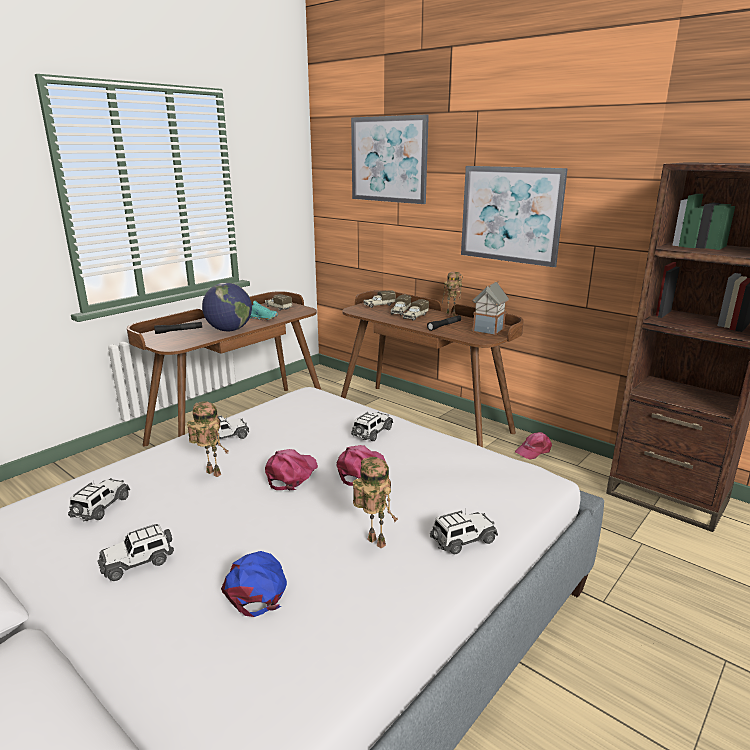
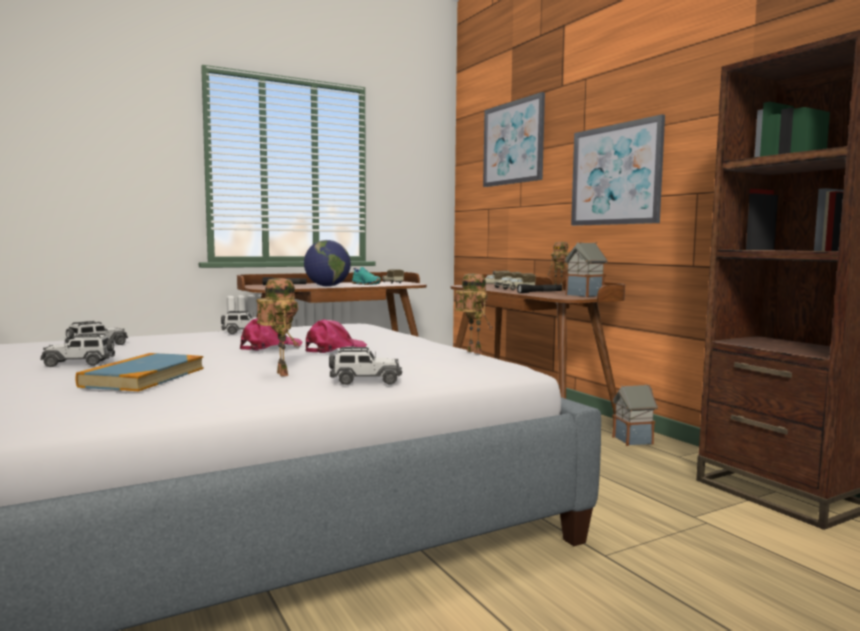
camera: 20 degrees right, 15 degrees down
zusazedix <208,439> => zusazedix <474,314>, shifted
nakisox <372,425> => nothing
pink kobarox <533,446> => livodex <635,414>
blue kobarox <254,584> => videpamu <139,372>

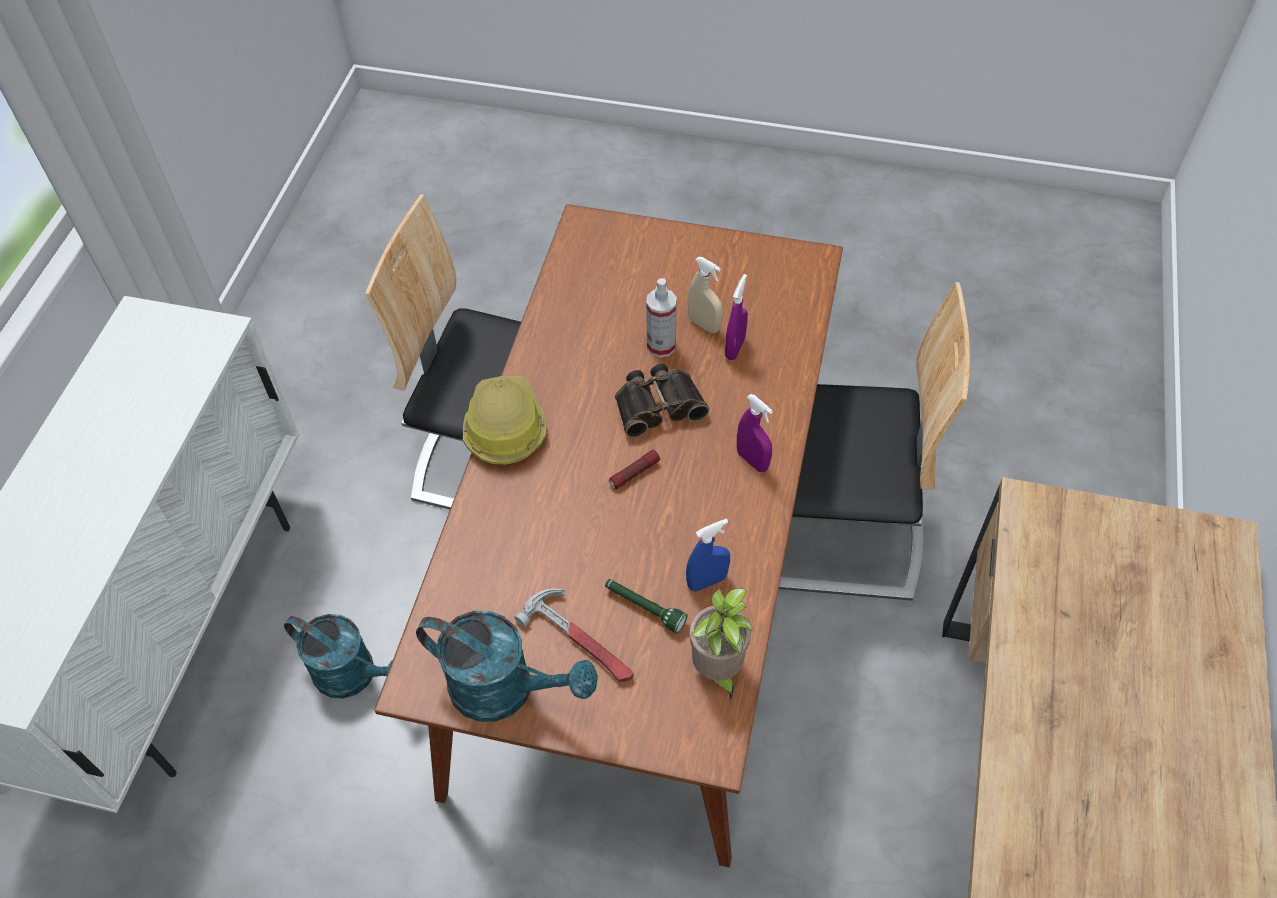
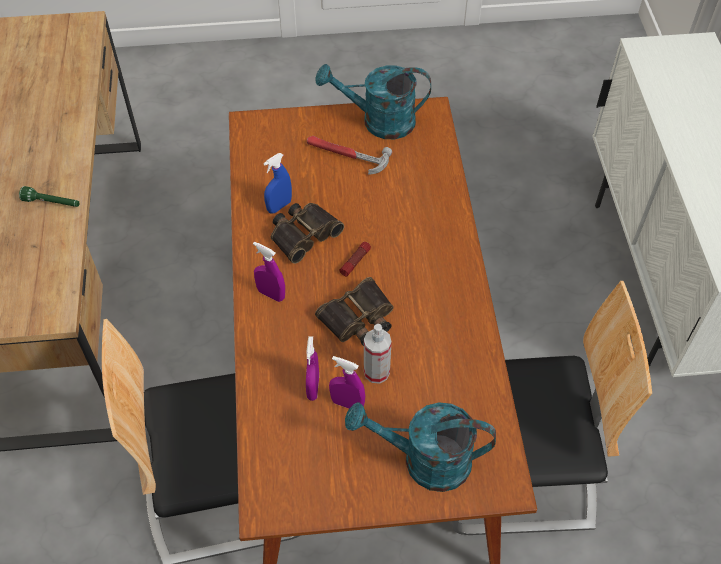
camera: 160 degrees right, 0 degrees up
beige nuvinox <705,295> => purple nuvinox <347,382>
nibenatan <505,420> => nothing
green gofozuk <646,606> => green gofozuk <49,196>, shifted
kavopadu <721,644> => nothing
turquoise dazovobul <338,656> => turquoise dazovobul <420,447>, shifted
nothing => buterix <307,233>

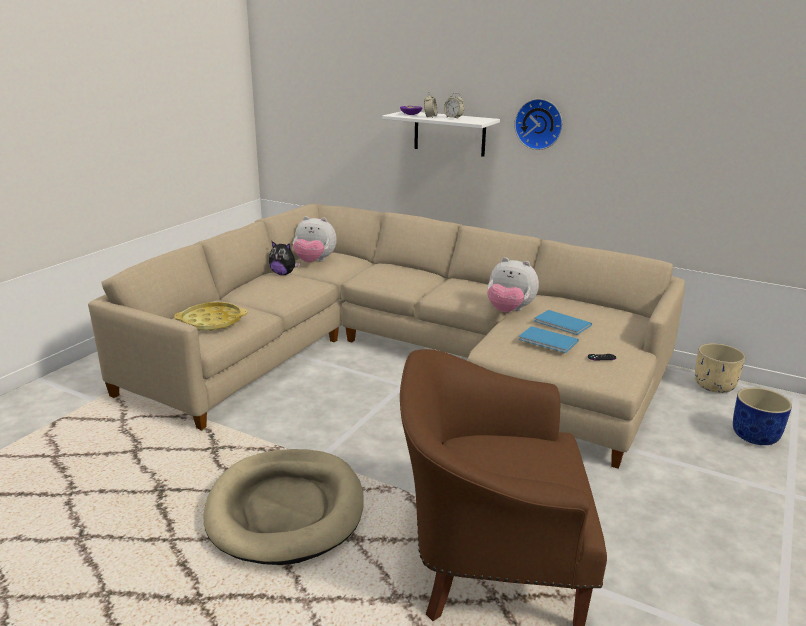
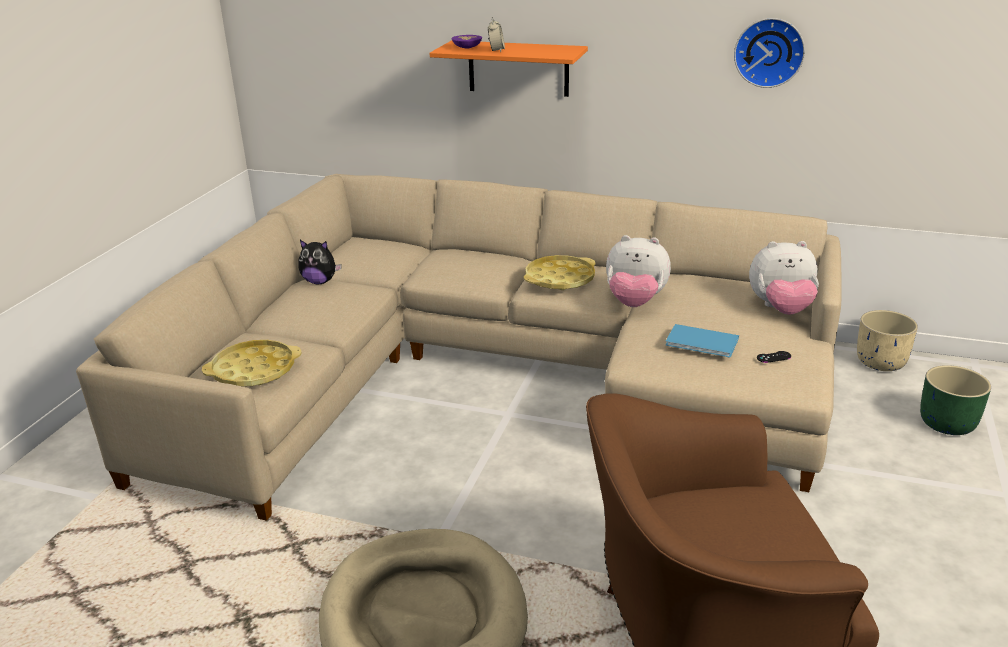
camera: 10 degrees left, 5 degrees up
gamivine <454,106> => nothing
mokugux <538,124> => mokugux <769,53>, shifted
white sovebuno <441,134> => orange sovebuno <508,68>
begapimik <315,239> => begapimik <784,278>, shifted
blue videpamu <563,322> => nothing
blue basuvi <762,416> => green basuvi <955,400>
nothing => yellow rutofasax <559,272>

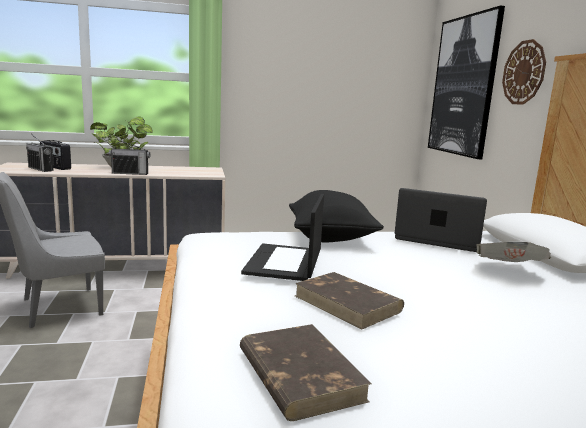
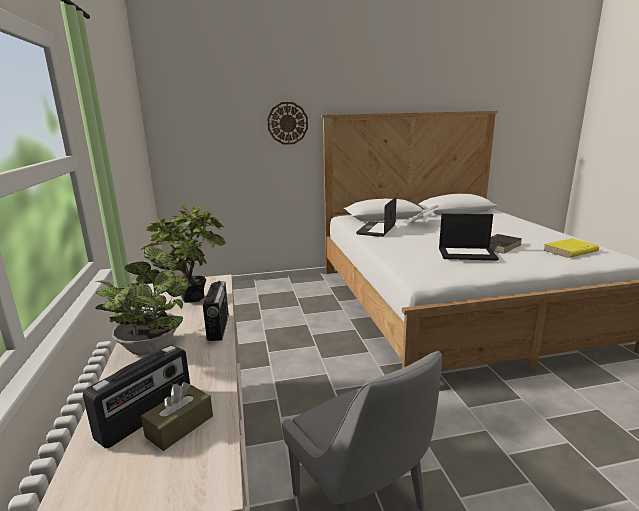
camera: 90 degrees left, 5 degrees up
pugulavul <466,82> => nothing
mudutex <39,153> => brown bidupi <177,416>
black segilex <336,216> => nothing
brown videpamu <306,372> => yellow videpamu <571,248>
nothing => kavopadu <183,253>

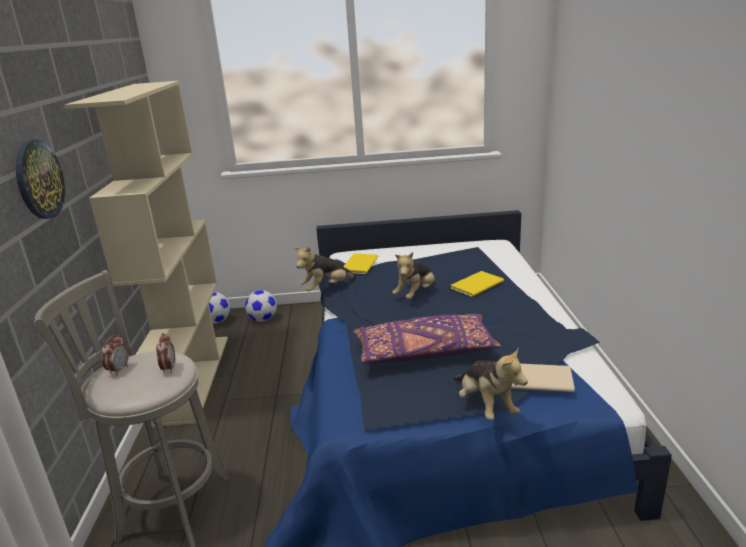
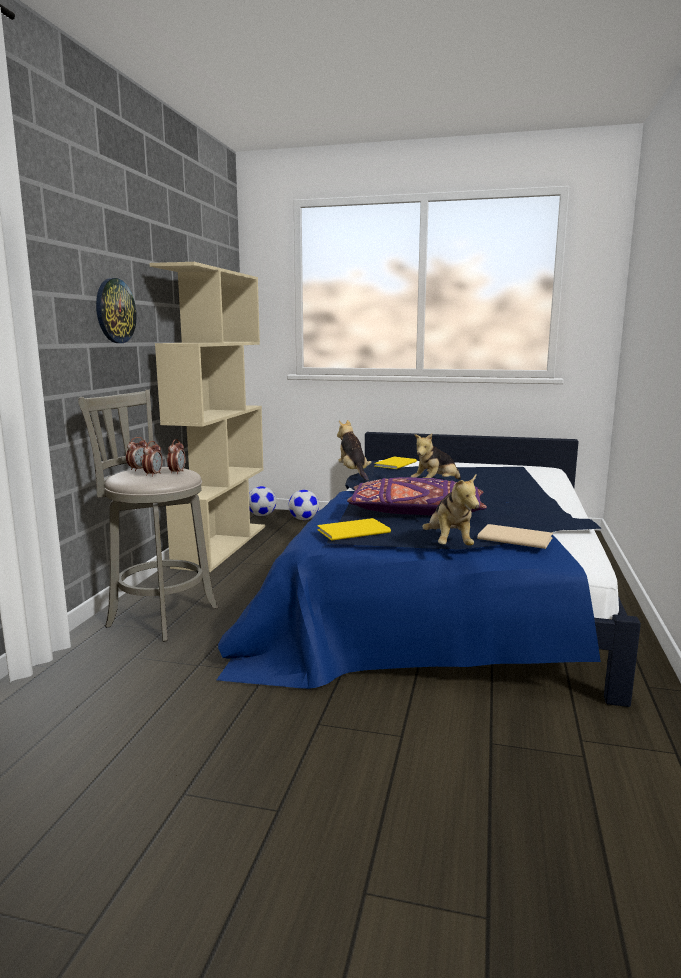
camera: 15 degrees right, 10 degrees down
begapimik <325,269> => begapimik <354,450>, 90 degrees clockwise
yellow videpamu <477,284> => yellow videpamu <354,529>, shifted
nothing => gamivine <152,459>

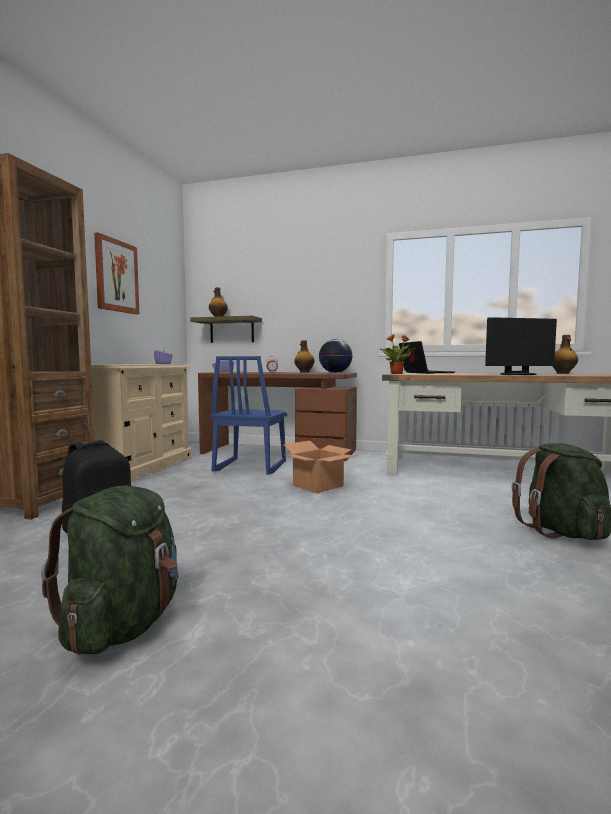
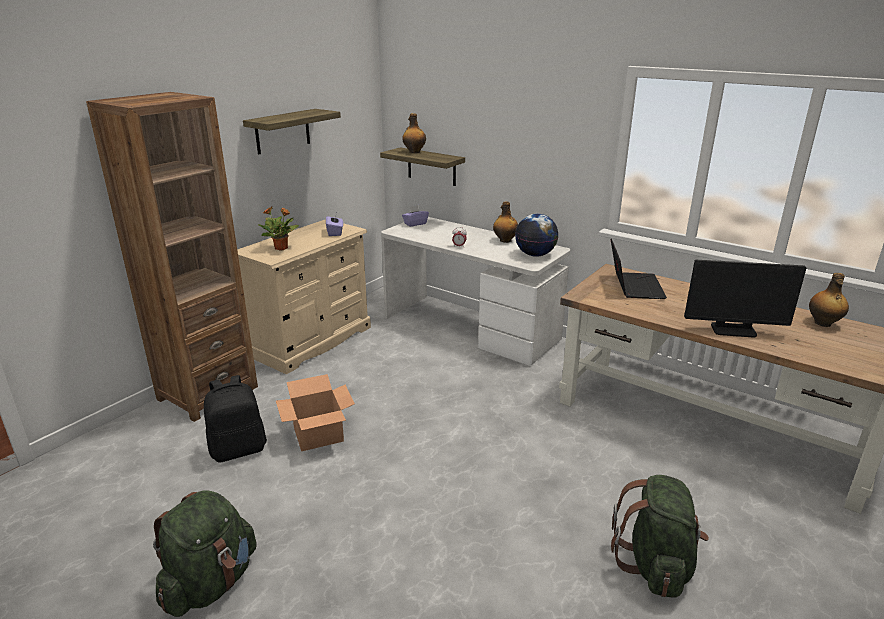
camera: 20 degrees right, 20 degrees up
pugulavul <116,273> => sovebuno <292,132>
kavopadu <398,354> => kavopadu <278,228>, shifted
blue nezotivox <248,415> => nothing
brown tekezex <277,416> => white tekezex <475,291>
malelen <319,466> => malelen <315,412>, shifted

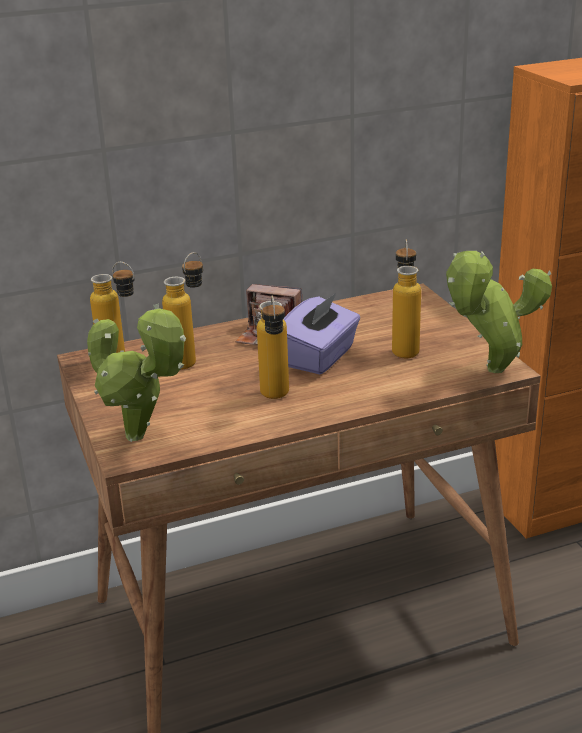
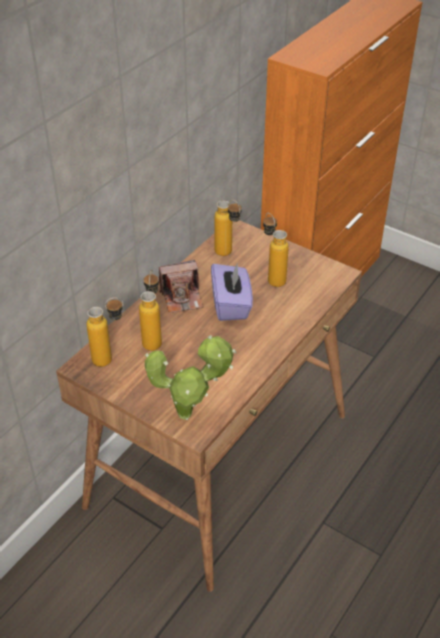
camera: 35 degrees left, 15 degrees up
kavopadu <499,312> => nothing
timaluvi <273,347> => timaluvi <228,228>, shifted

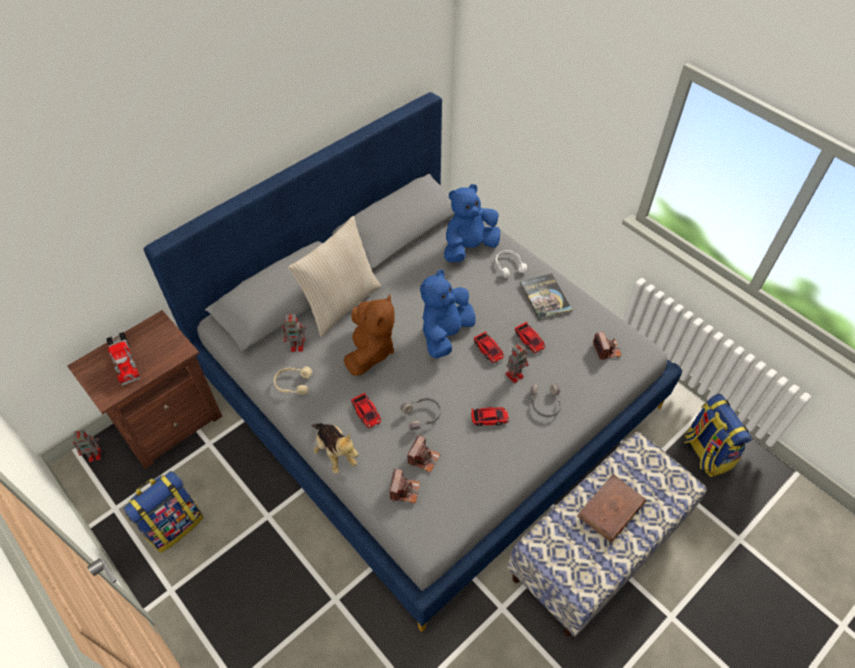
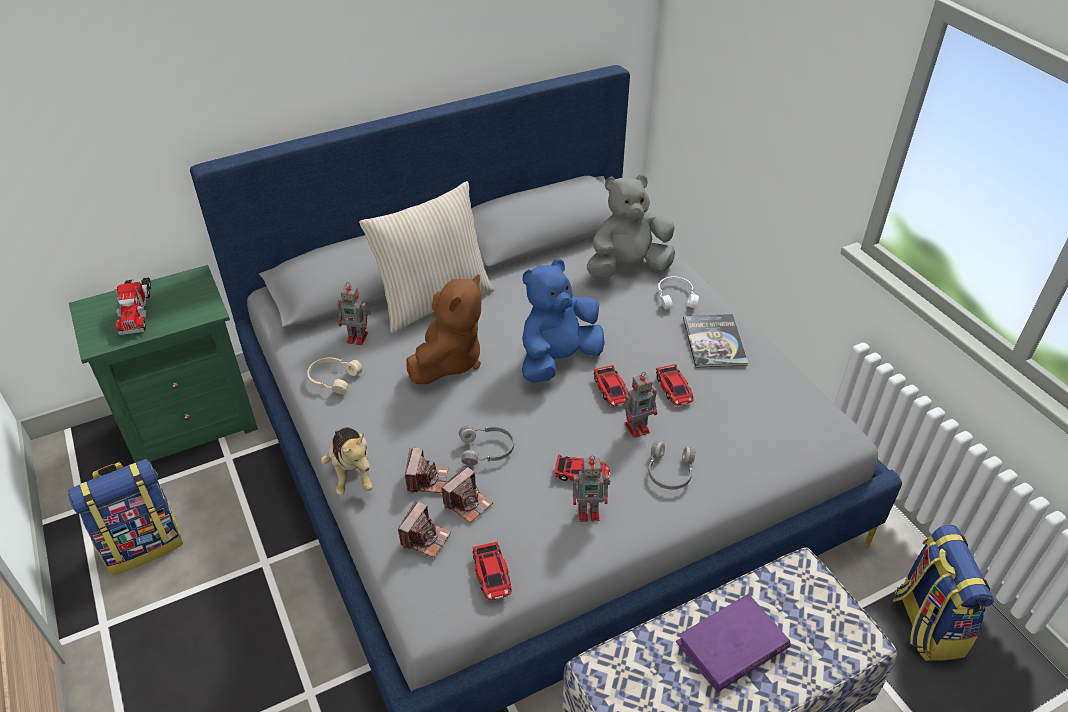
camera: 15 degrees right, 10 degrees down
blue begapimik <472,223> => grey begapimik <631,226>
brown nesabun <144,389> => green nesabun <163,365>
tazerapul <607,346> => tazerapul <427,470>, shifted
nakisox <366,410> => nakisox <492,571>, shifted
zusazedix <87,446> => zusazedix <592,488>, shifted
brown videpamu <611,508> => purple videpamu <733,643>

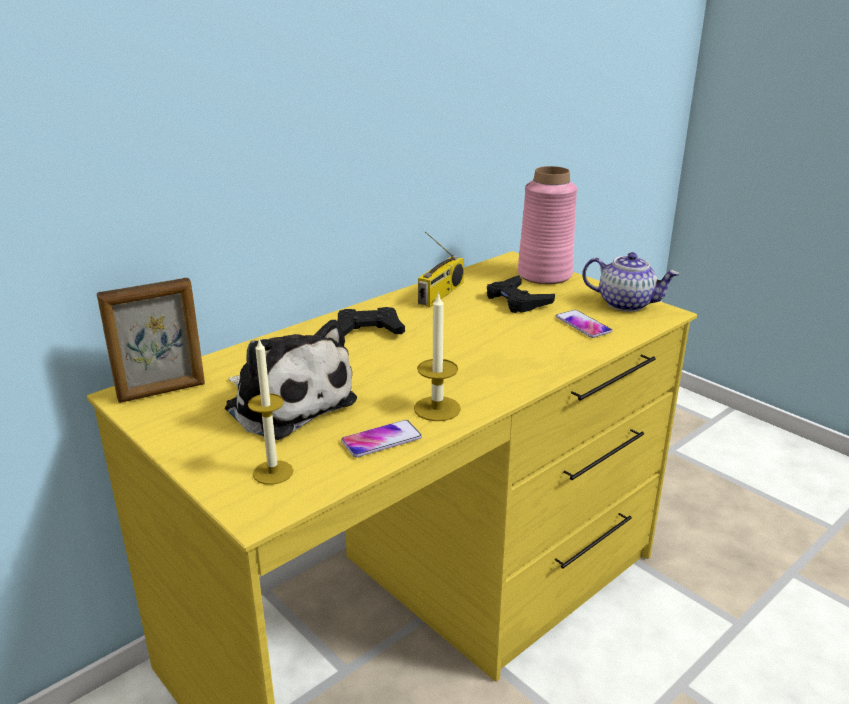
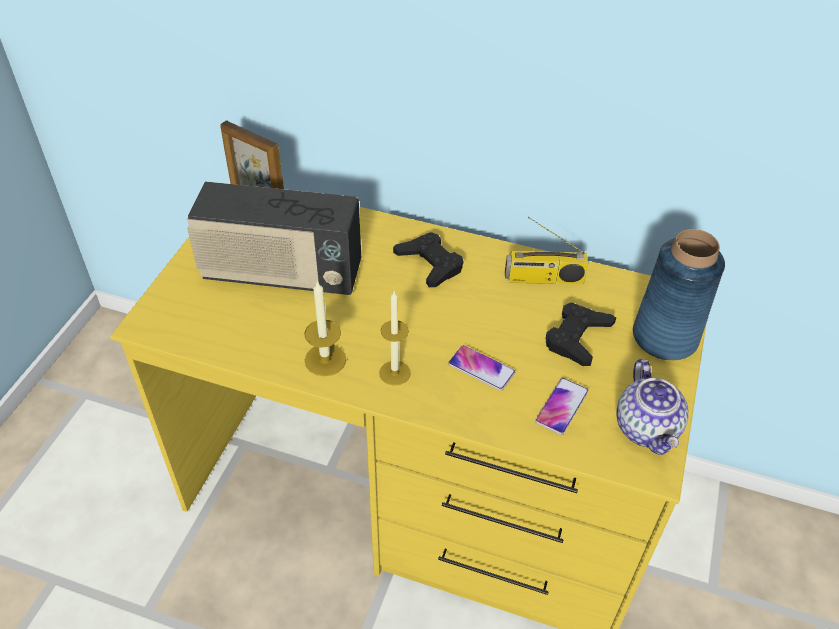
camera: 60 degrees right, 20 degrees up
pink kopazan <547,225> => blue kopazan <679,294>
begapimik <291,380> => mudutex <274,238>
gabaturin <270,412> => gabaturin <395,338>, shifted
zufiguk <381,439> => zufiguk <481,368>, shifted

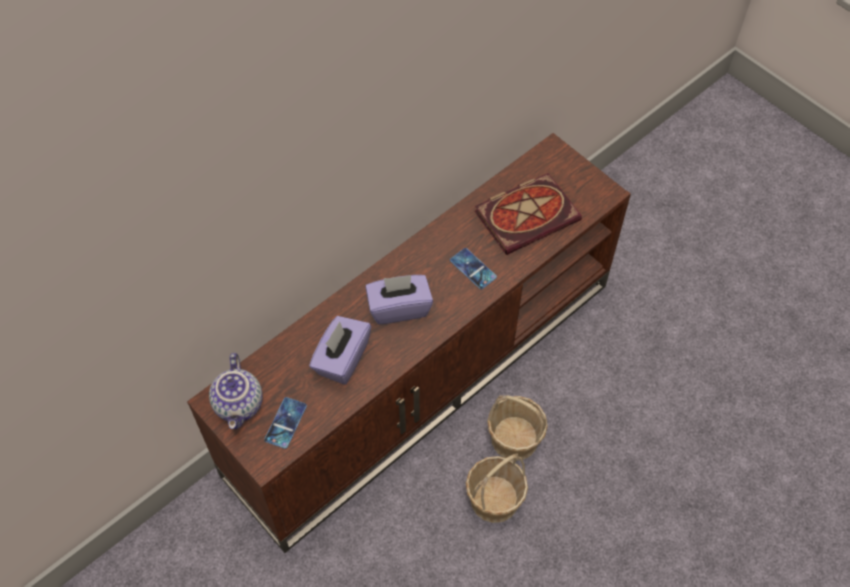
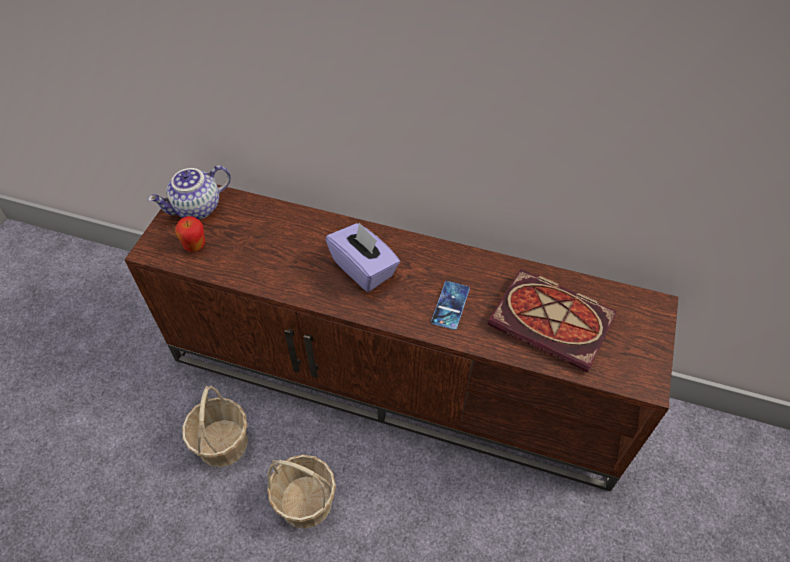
camera: 60 degrees right, 5 degrees down
purple bidupi <340,350> => nothing
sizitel <517,428> => sizitel <215,426>, shifted
zufiguk <285,423> => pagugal <190,234>

